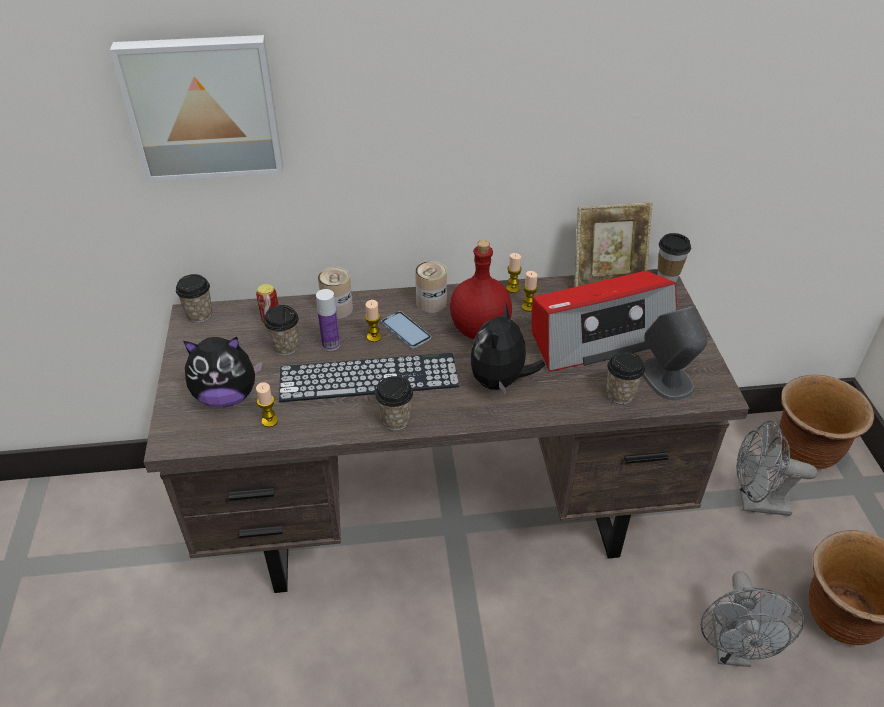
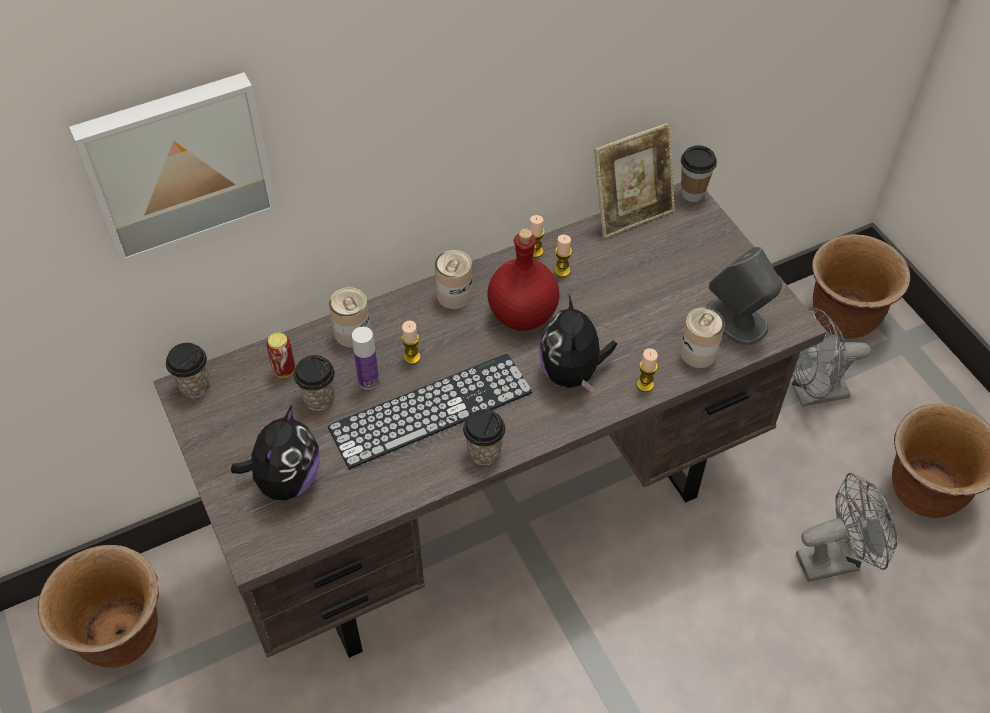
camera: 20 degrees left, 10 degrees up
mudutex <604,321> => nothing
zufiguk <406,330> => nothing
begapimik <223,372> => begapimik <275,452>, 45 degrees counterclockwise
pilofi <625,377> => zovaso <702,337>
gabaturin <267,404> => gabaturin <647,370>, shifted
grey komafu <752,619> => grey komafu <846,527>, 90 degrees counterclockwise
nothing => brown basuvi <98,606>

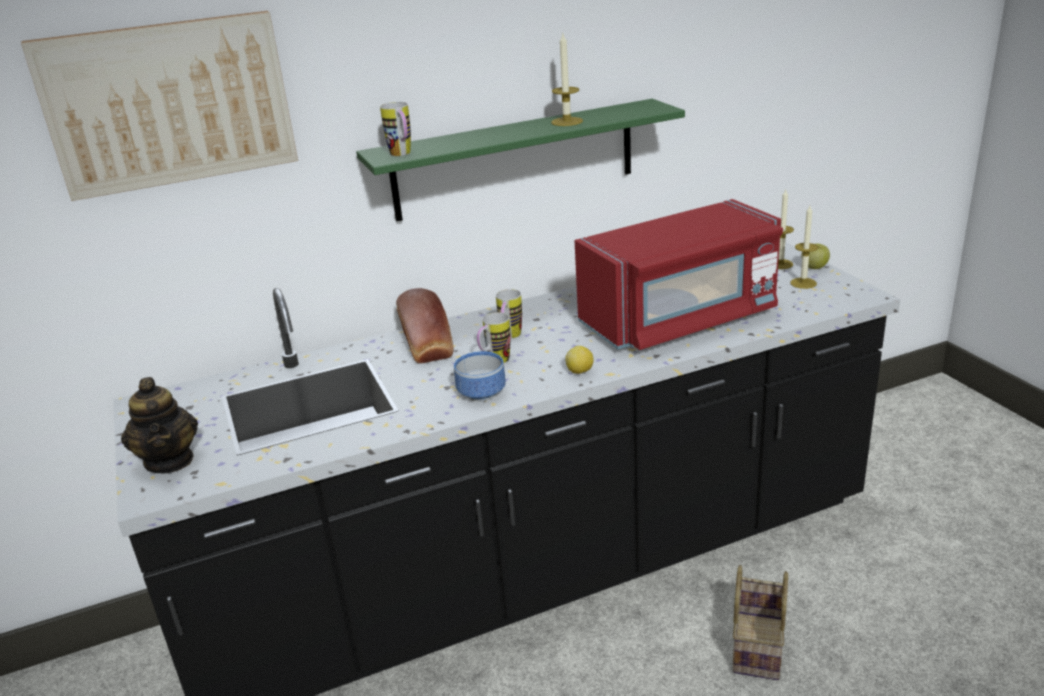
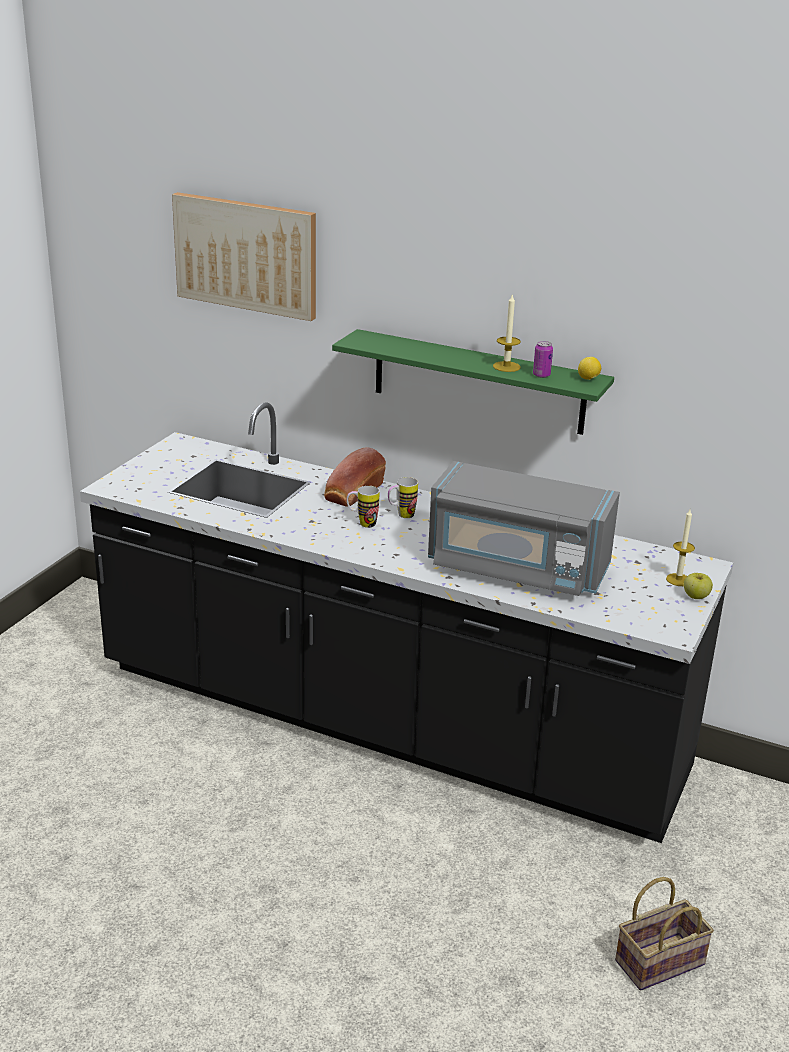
camera: 45 degrees right, 0 degrees up
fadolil <395,129> => nothing
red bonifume <679,274> => grey bonifume <524,528>
gabaturin <804,247> => nothing
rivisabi <579,360> => rivisabi <589,368>, shifted
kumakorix <480,376> => nothing
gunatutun <159,425> => nothing
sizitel <760,622> => sizitel <664,934>, shifted
nothing => zovaso <543,359>

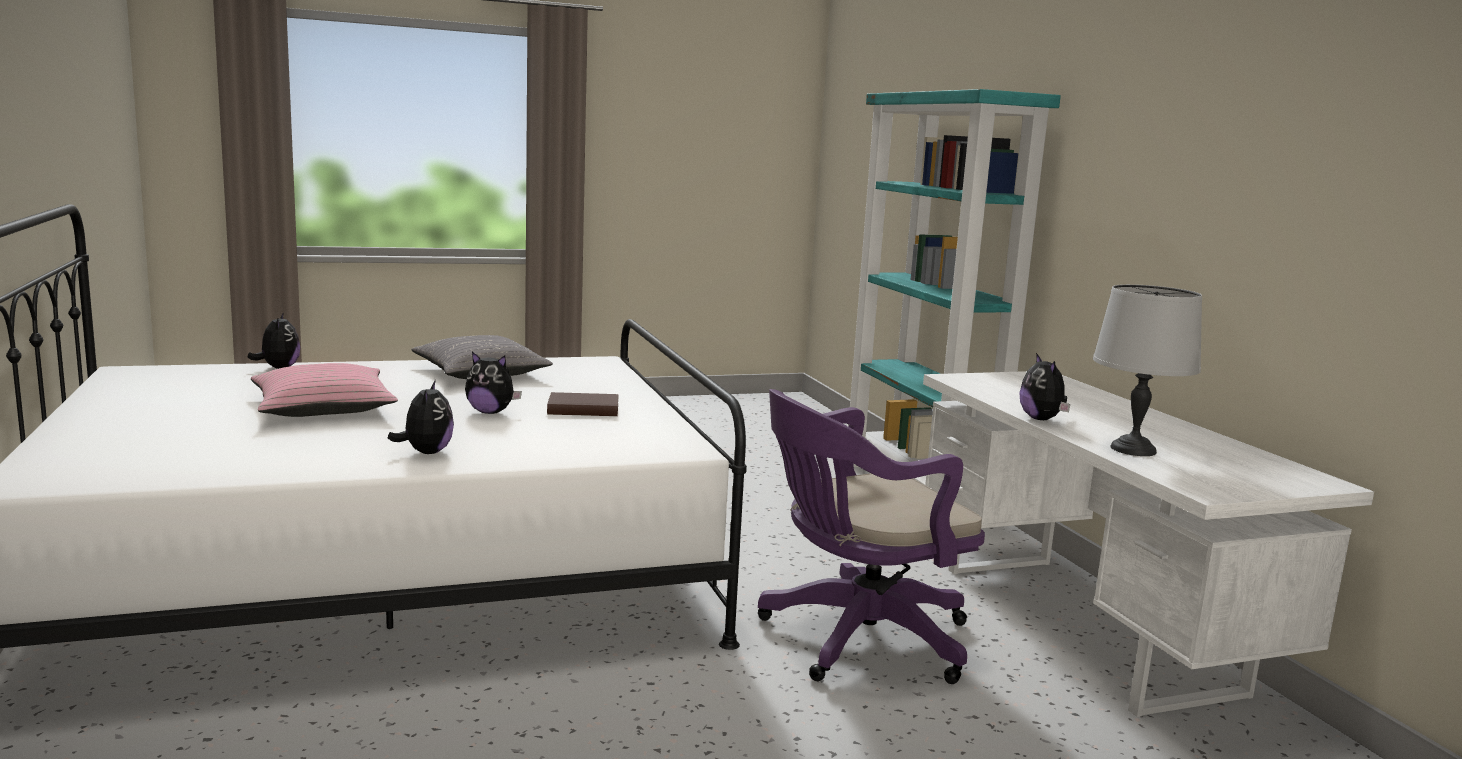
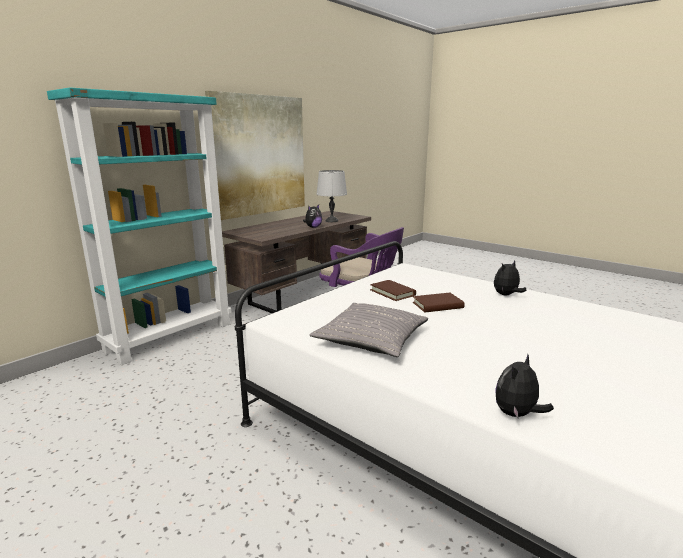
camera: 120 degrees left, 5 degrees up
begapimik <493,383> => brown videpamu <439,302>
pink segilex <324,390> => nothing
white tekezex <1148,544> => brown tekezex <296,262>
nothing => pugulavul <255,155>

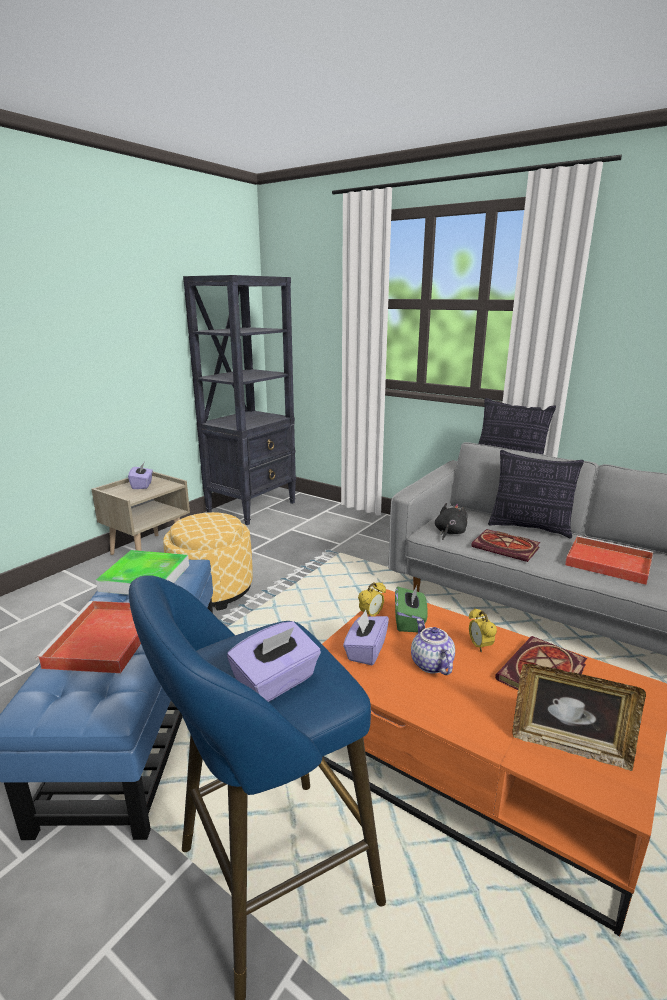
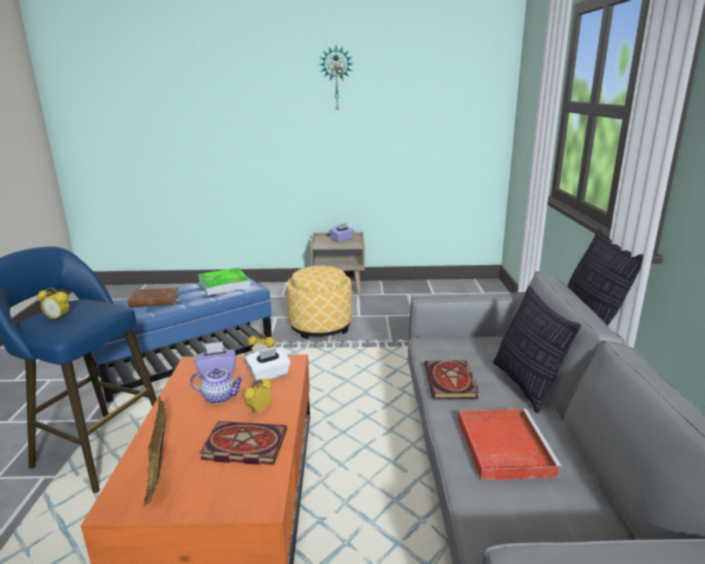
camera: 55 degrees right, 0 degrees up
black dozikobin <239,400> => nothing
black begapimik <451,521> => nothing
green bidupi <411,609> => white bidupi <268,365>
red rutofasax <88,637> => brown videpamu <155,297>
gunatutun <433,646> => gunatutun <217,386>, 60 degrees clockwise
purple bidupi <274,661> => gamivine <53,304>
nothing => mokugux <336,78>

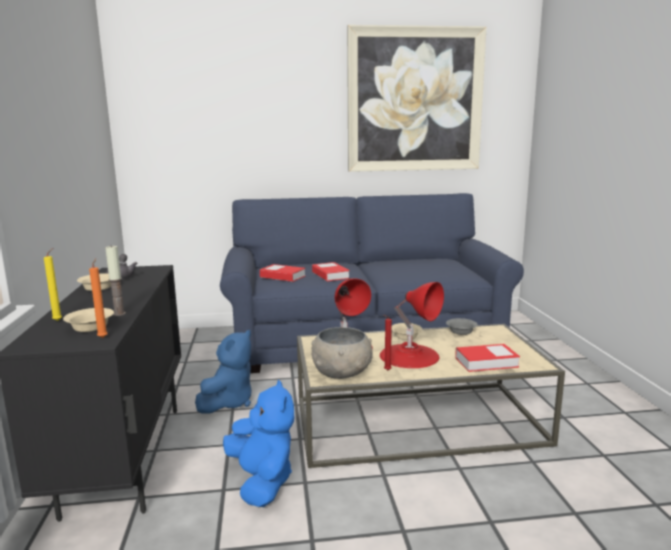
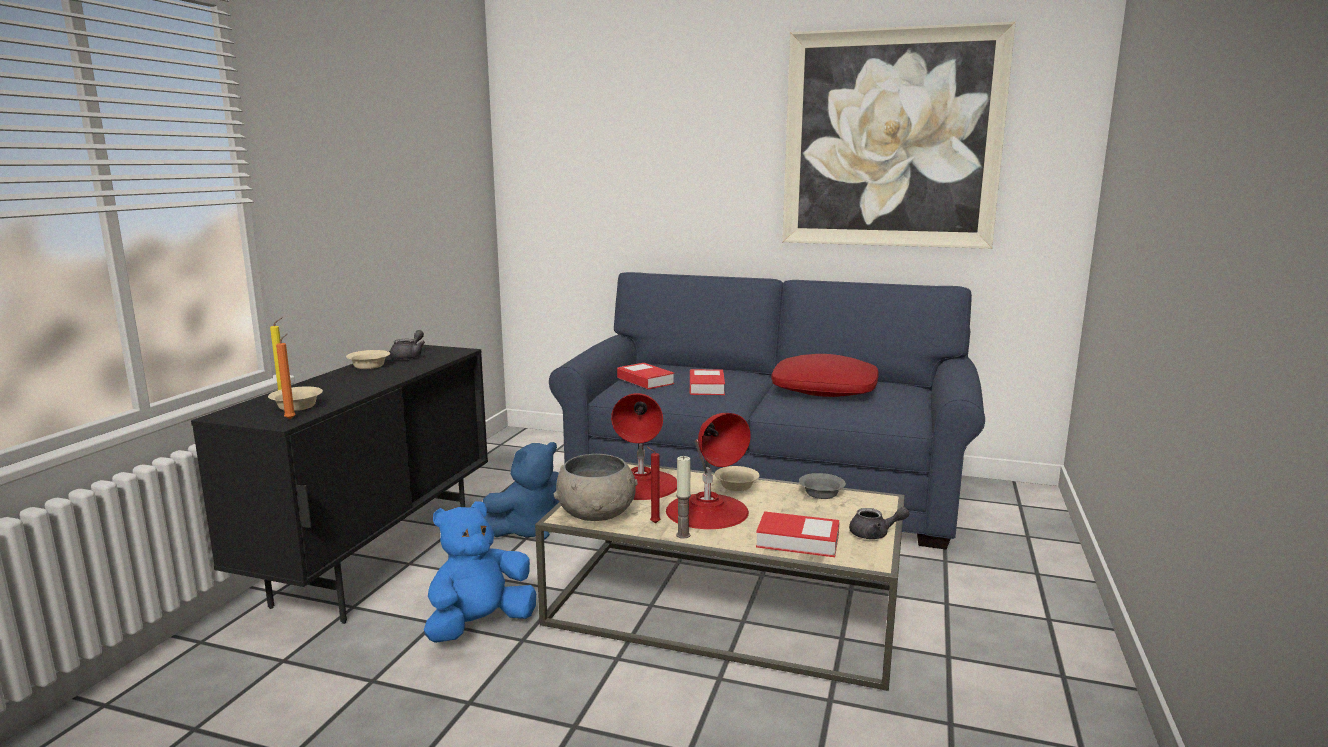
camera: 25 degrees right, 0 degrees up
gabaturin <115,281> => gabaturin <683,497>, shifted
blue begapimik <258,443> => blue begapimik <480,572>, 135 degrees counterclockwise
nothing => red segilex <825,375>
nothing => grey gunatutun <879,523>

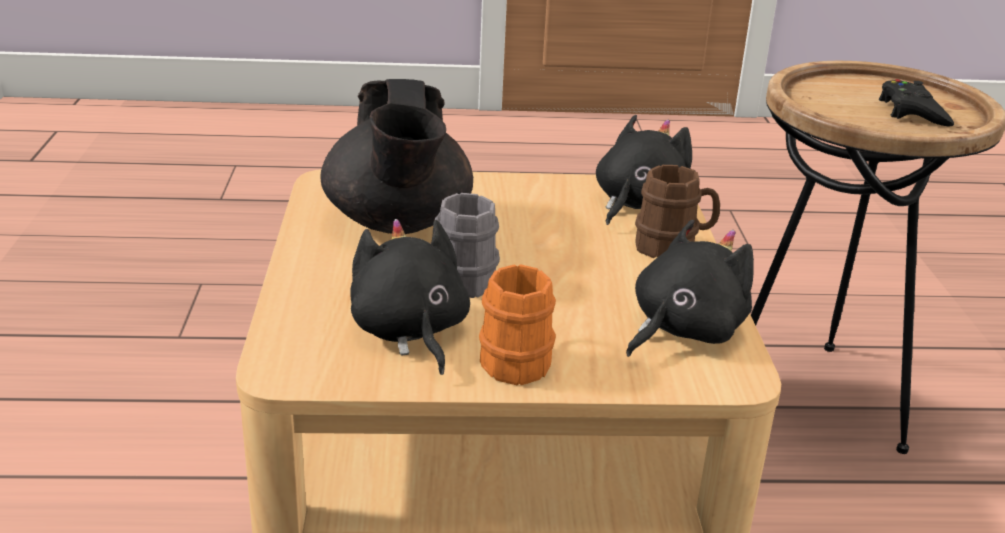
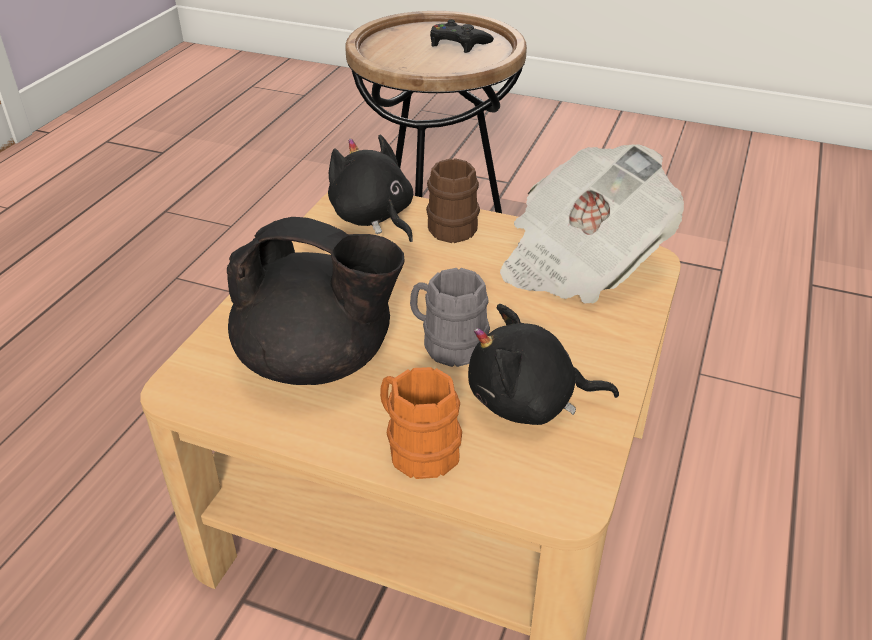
camera: 65 degrees left, 10 degrees up
black begapimik <690,288> => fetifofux <592,224>
orange fadolil <517,324> => orange fadolil <421,423>, shifted

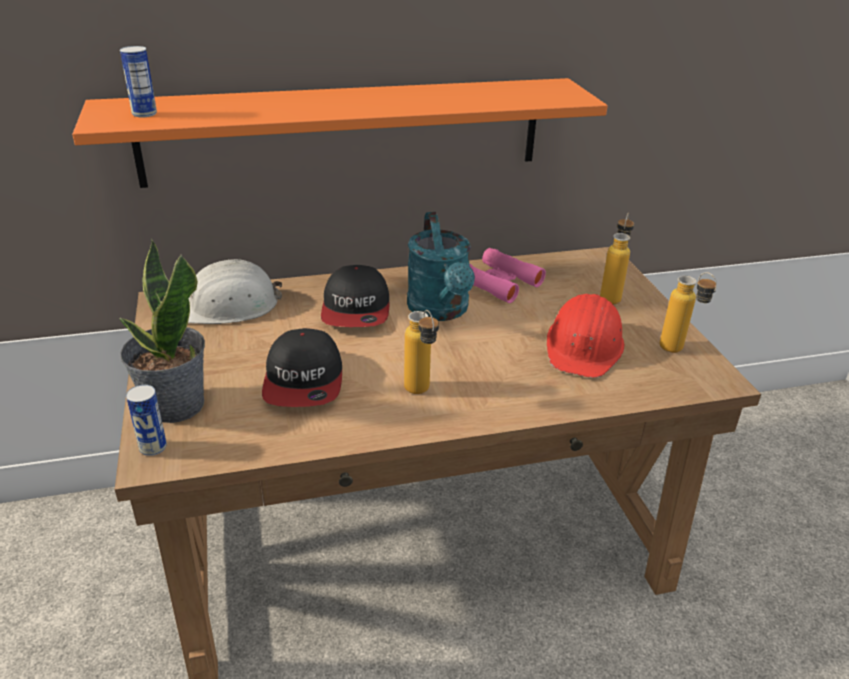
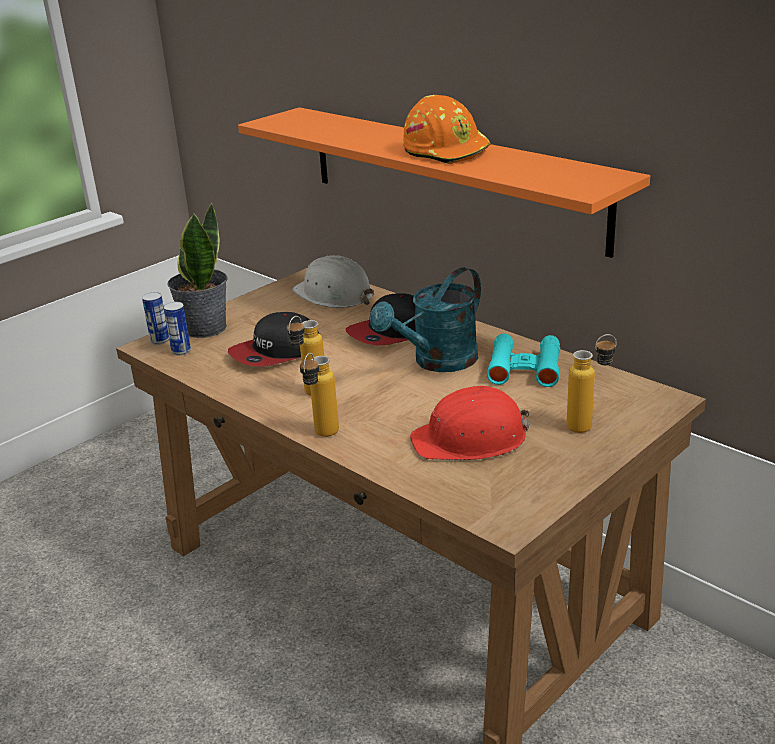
camera: 60 degrees right, 5 degrees down
zovaso <138,81> => zovaso <177,328>, shifted
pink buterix <507,275> => turquoise buterix <523,360>
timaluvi <688,312> => timaluvi <319,395>, shifted
nothing => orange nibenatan <447,129>

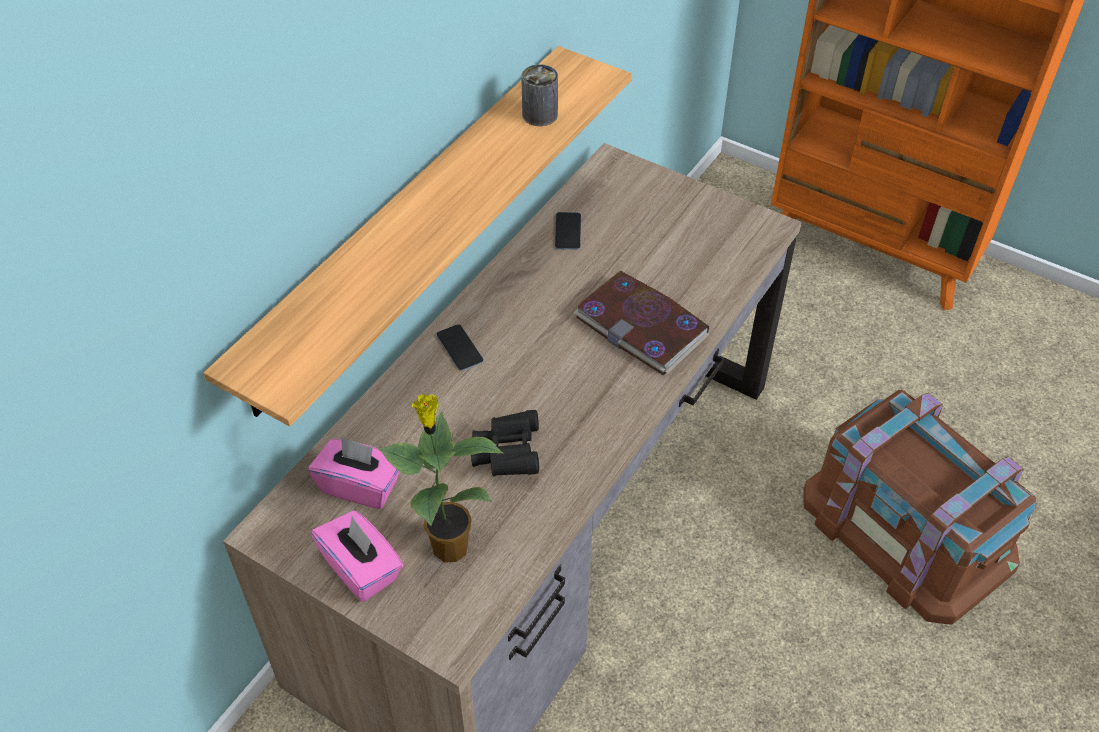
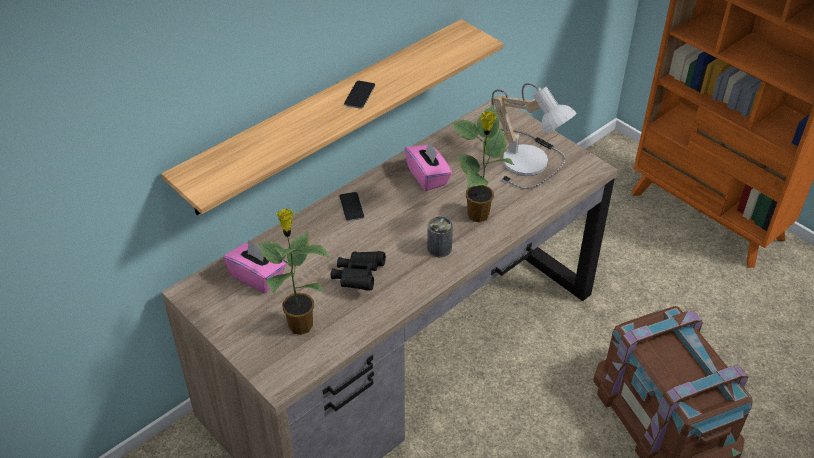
camera: 15 degrees right, 5 degrees down
zovaso <539,95> => zovaso <440,236>, shifted
zufiguk <568,231> => zufiguk <359,95>, shifted
videpamu <641,323> => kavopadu <482,163>
pink bidupi <357,556> => pink bidupi <428,165>, shifted
nothing => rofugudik <534,136>

